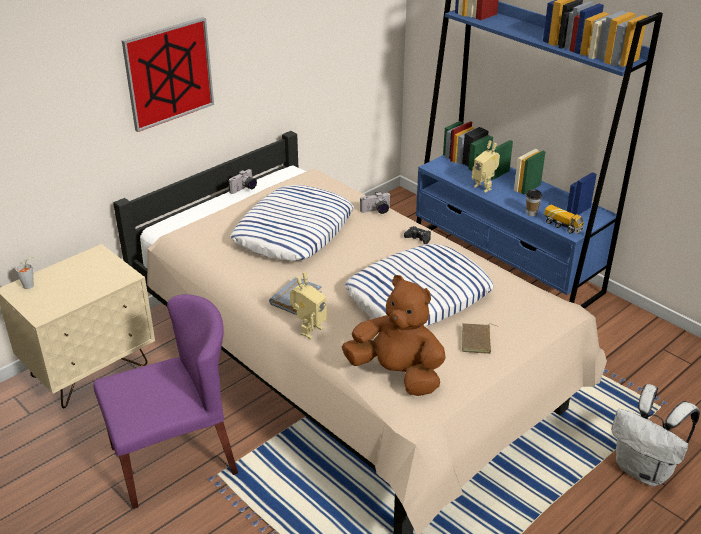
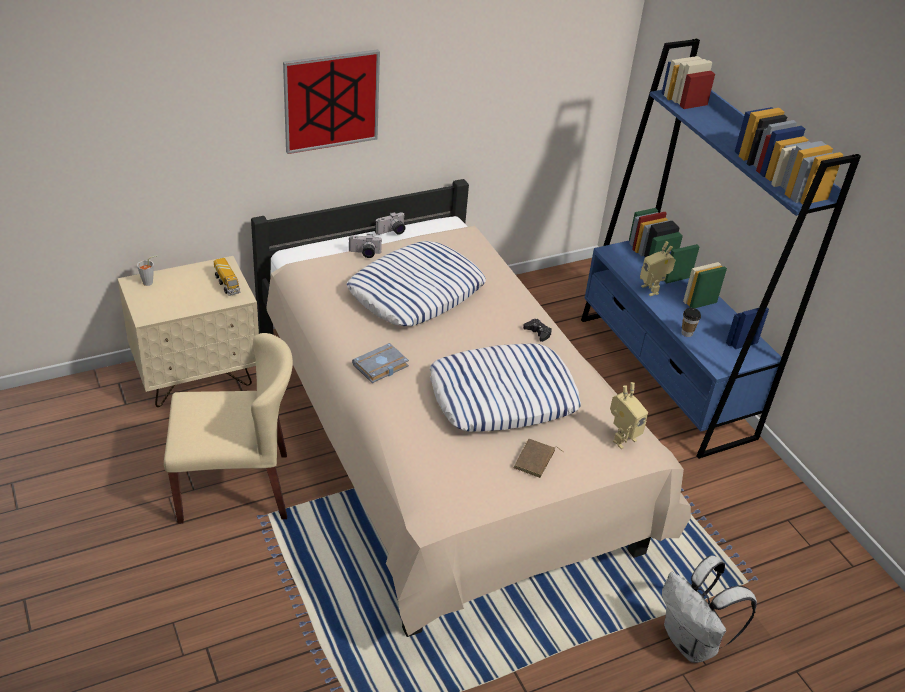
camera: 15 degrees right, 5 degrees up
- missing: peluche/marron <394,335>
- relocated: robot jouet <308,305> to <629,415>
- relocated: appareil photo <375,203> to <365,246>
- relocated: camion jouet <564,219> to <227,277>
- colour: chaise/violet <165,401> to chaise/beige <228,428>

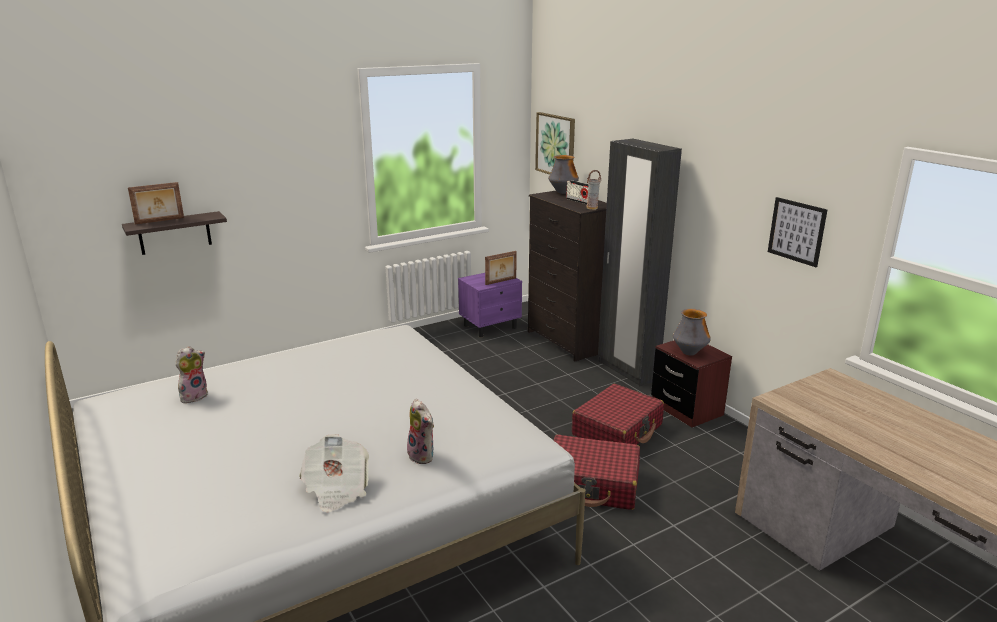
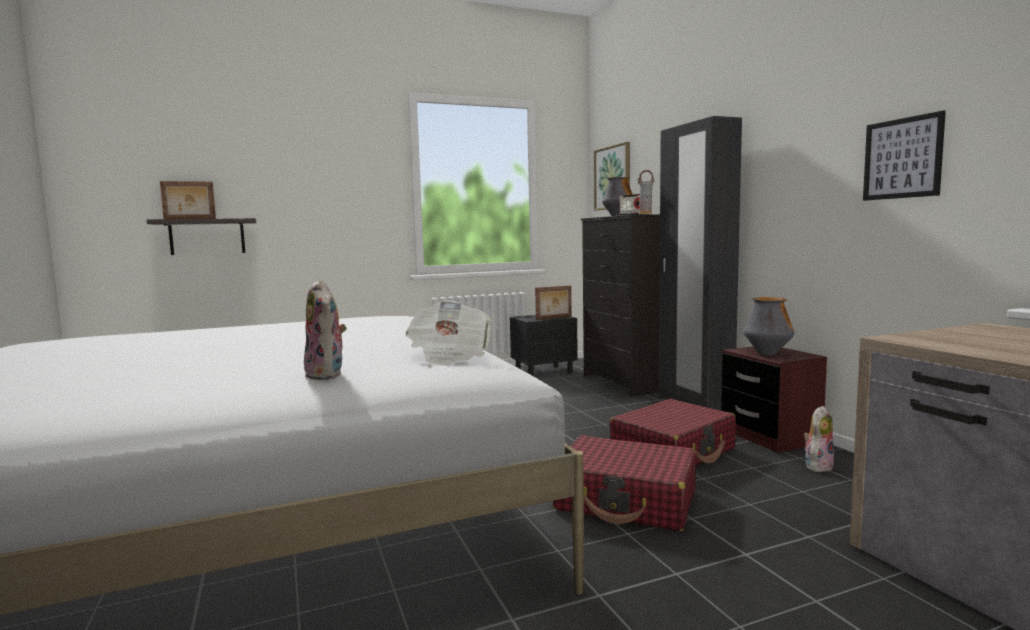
camera: 10 degrees right, 15 degrees down
- relocated: peluche <192,374> to <819,439>
- relocated: journal <334,473> to <449,333>
- colour: table de chevet/violet <490,305> to table de chevet/noir <544,345>

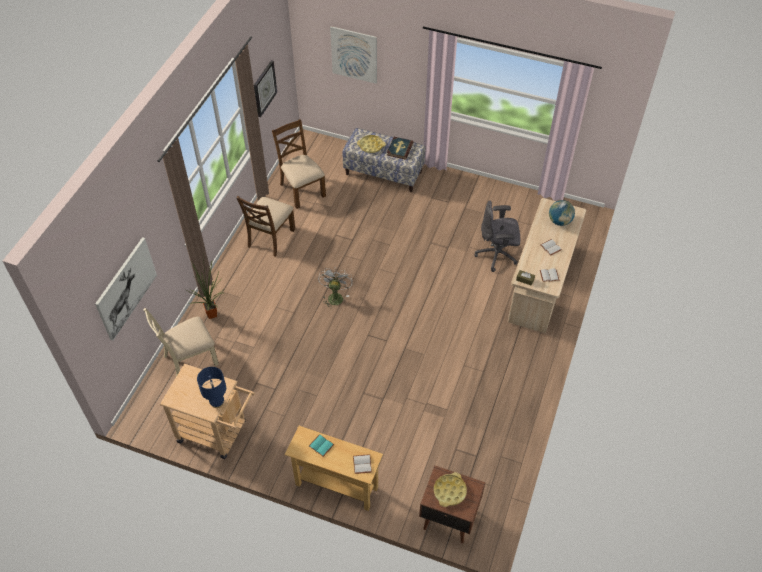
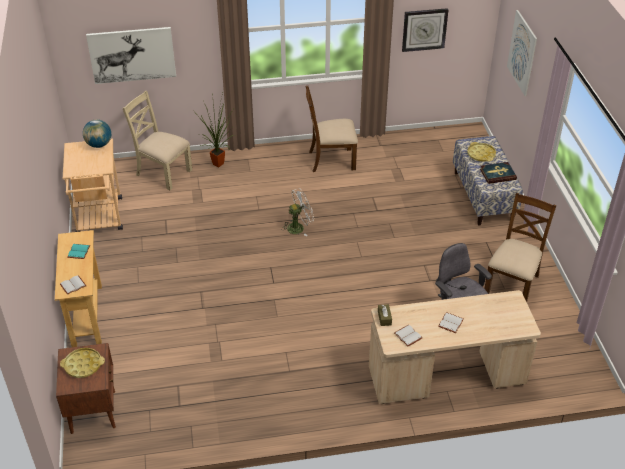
camera: 60 degrees right, 10 degrees down
- missing: lampe de table/bleu <211,387>
- relocated: chaise/marron <299,164> to <520,247>
- relocated: globe <562,213> to <97,134>

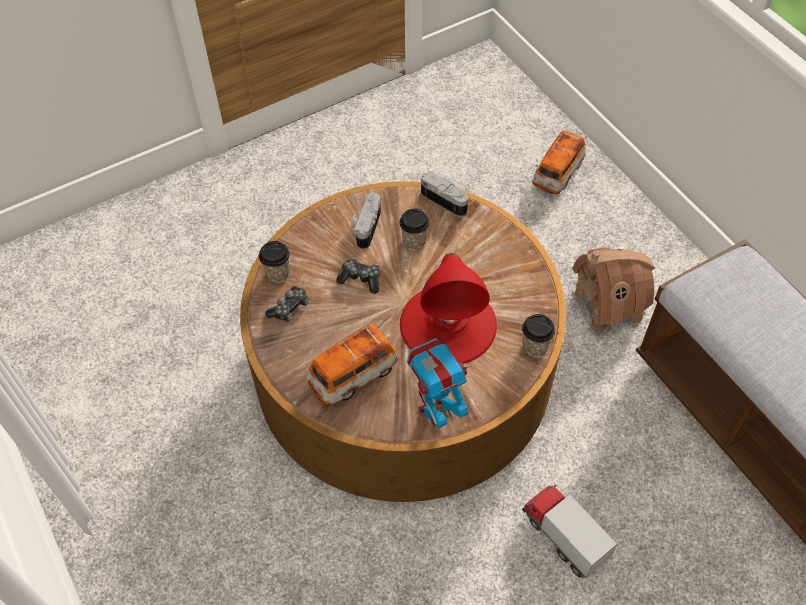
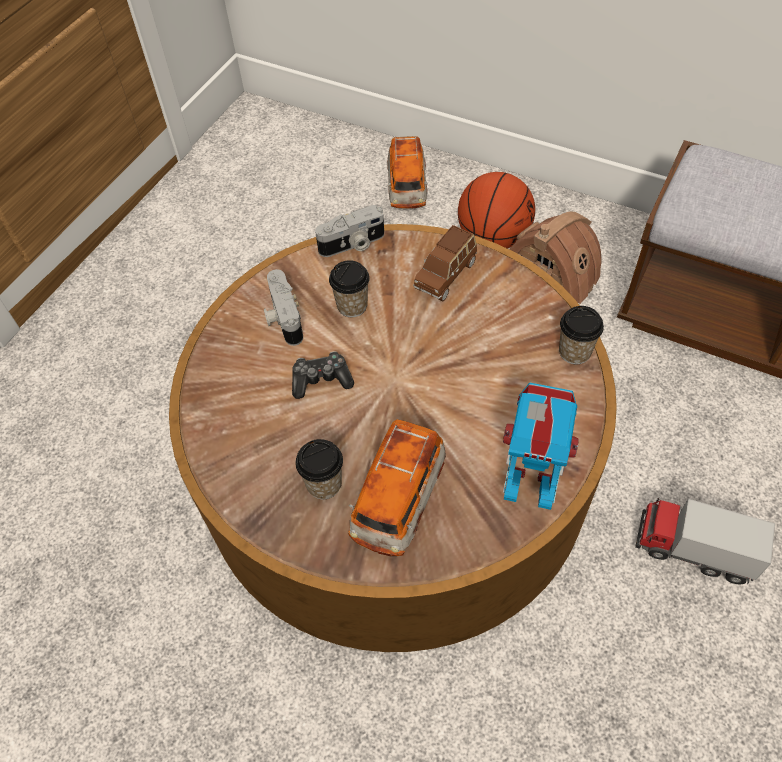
camera: 30 degrees left, 0 degrees up
- missing: manette <286,304>
- missing: lampe de table/rouge <448,308>
- appeared: petite voiture/marron <445,263>
- appeared: ballon de basket <496,210>
- relocated: tasse <274,262> to <319,469>
- spun: robot jouet <439,383> = <541,446> 75 degrees clockwise
- spun: appareil photo <444,194> = <349,231> 150 degrees clockwise

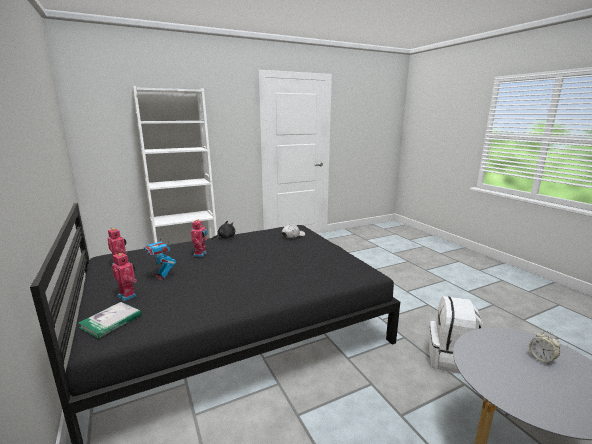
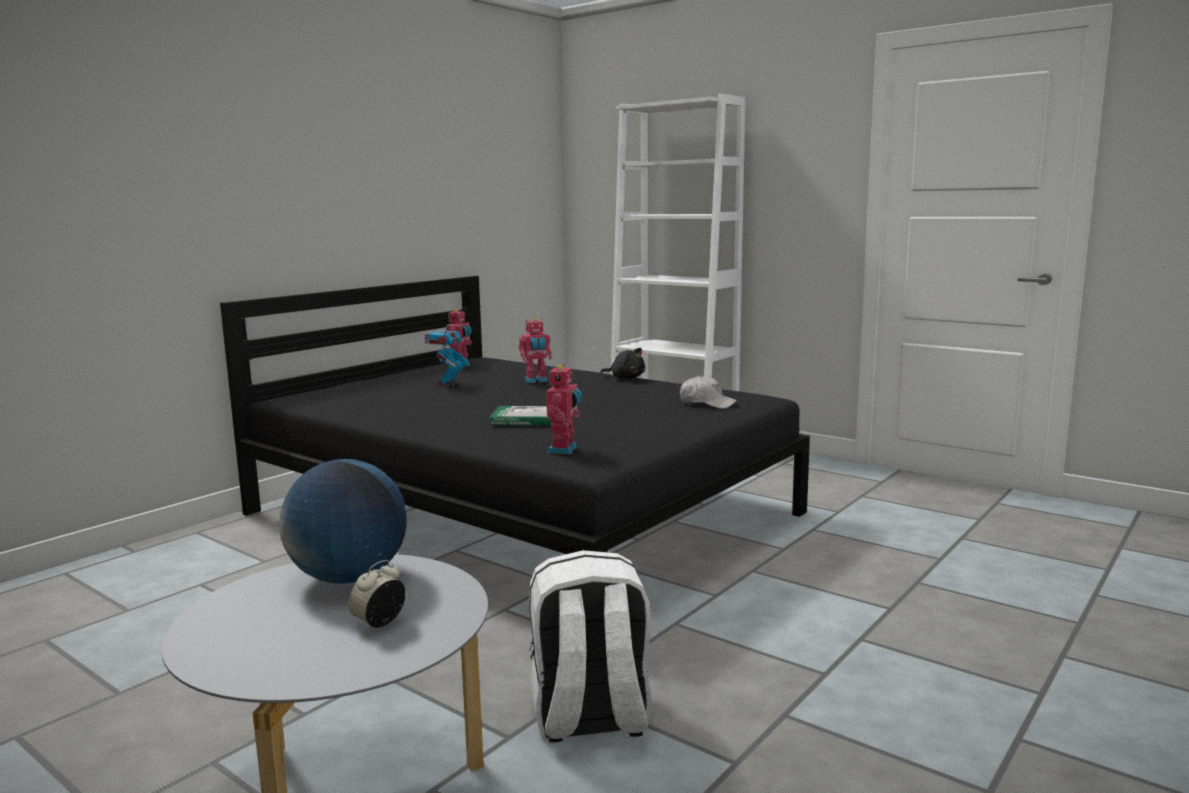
camera: 65 degrees right, 5 degrees down
- appeared: globe <343,521>
- relocated: livre <109,320> to <520,415>
- relocated: robot jouet <124,277> to <564,409>

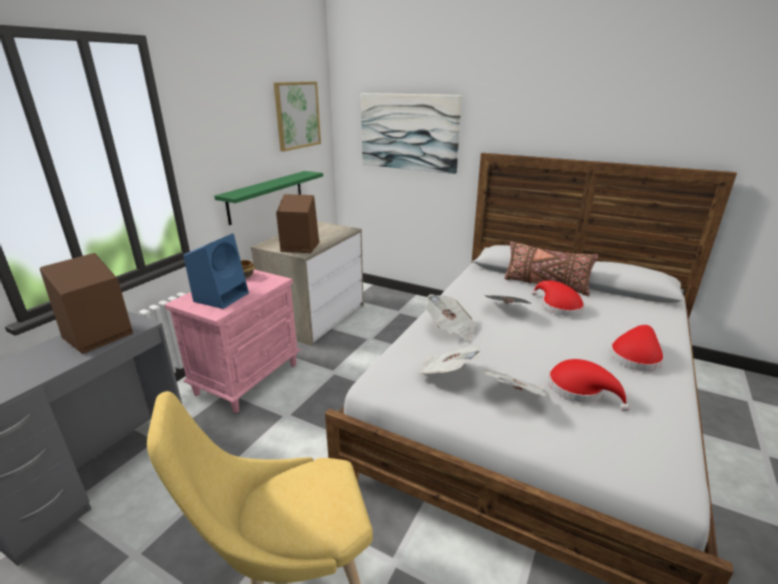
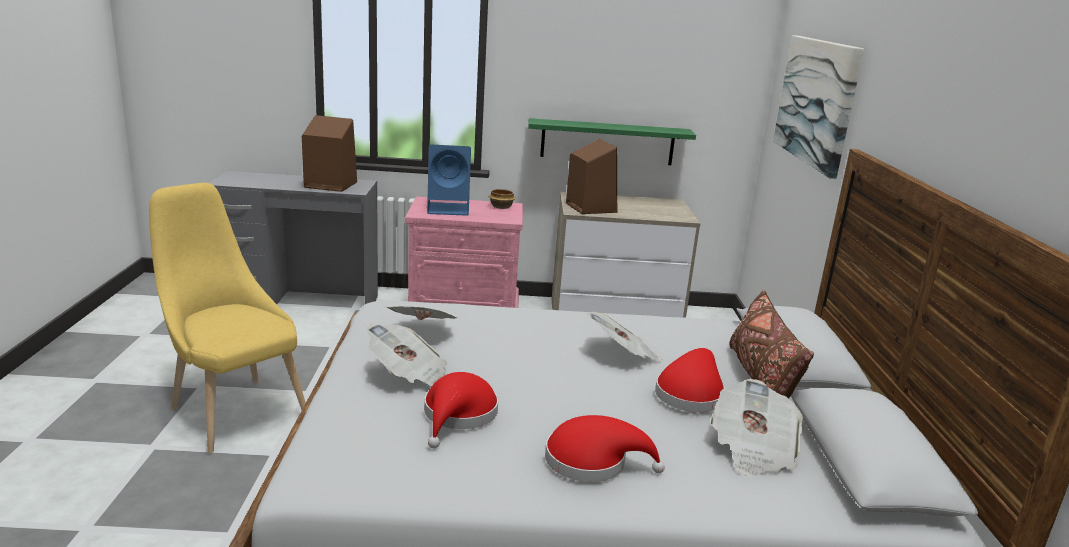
camera: 60 degrees right, 5 degrees down
- missing: tableau <297,116>
- relocated: journal <451,317> to <757,427>

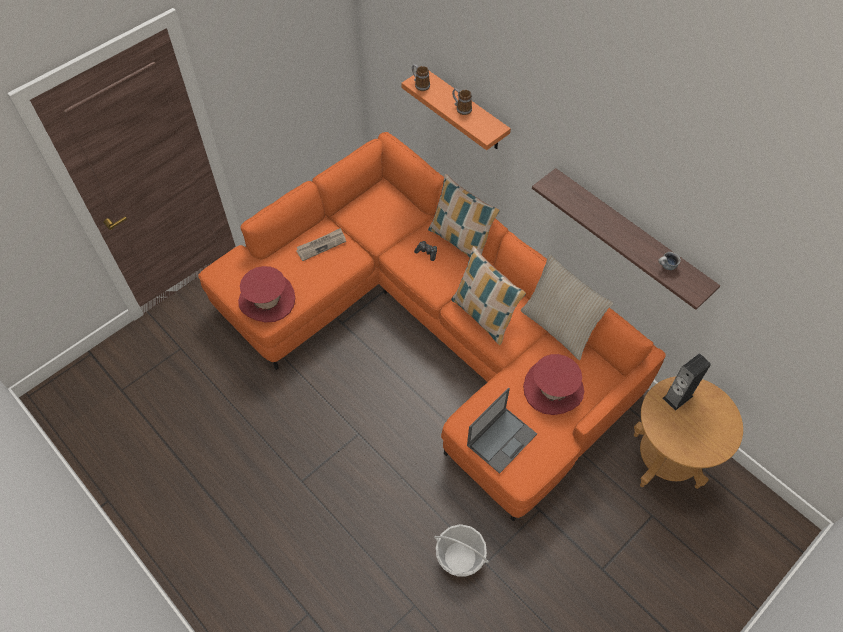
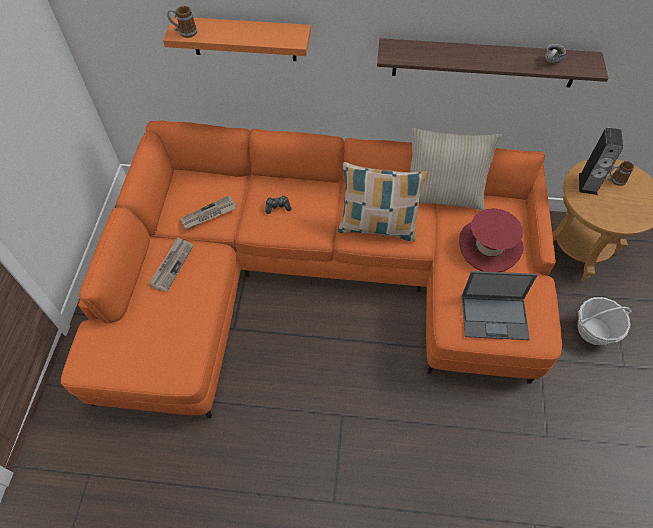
camera: 40 degrees left, 0 degrees up
- missing: chapeau/rouge <266,294>
- missing: coussin <464,216>
- appeared: journal <209,212>
- relocated: panier <461,550> to <605,321>
- relocated: mug <462,101> to <621,173>
- spun: ordinateur portable <502,430> = <499,305> 90 degrees clockwise

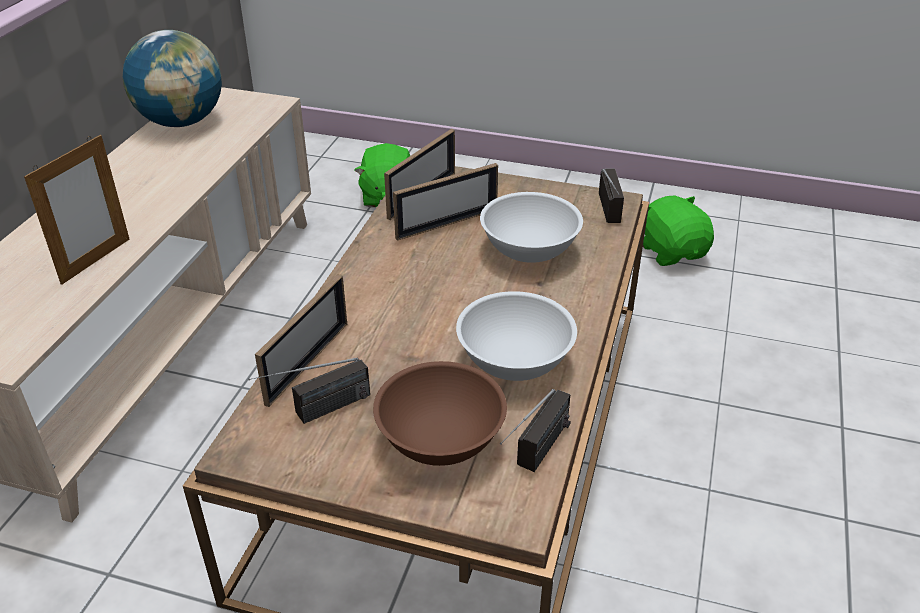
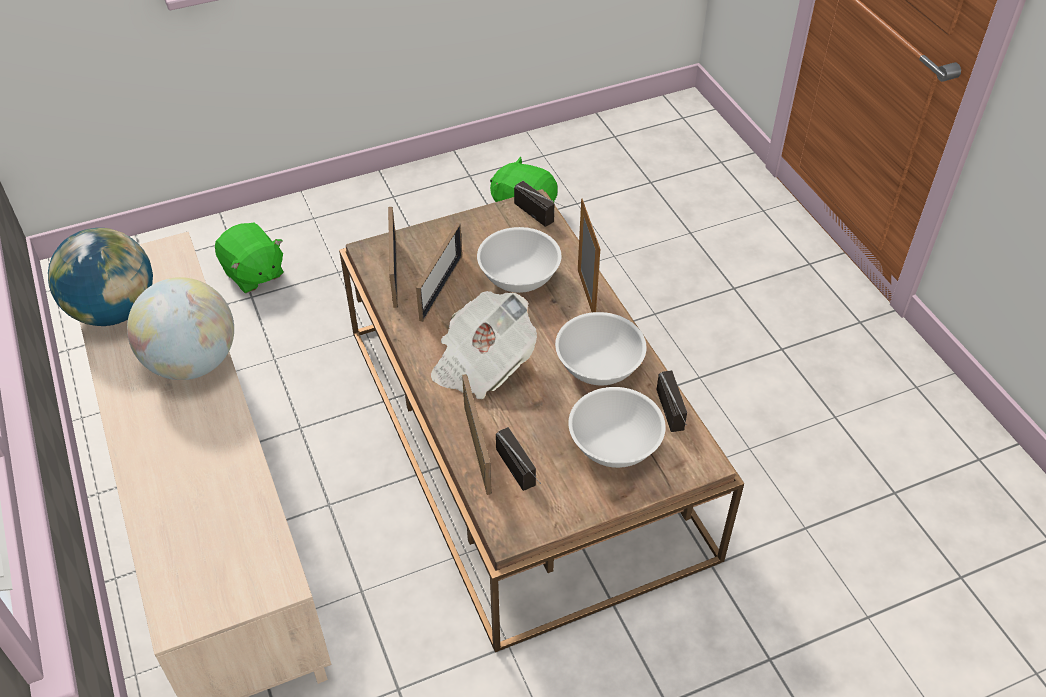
camera: 40 degrees left, 10 degrees up
- appeared: globe <180,328>
- appeared: journal <484,345>
- relocated: cadre photo <76,210> to <589,255>
- colour: bol/marron <440,413> to bol/blanc <617,427>
- spun: radio <309,391> = <518,459> 45 degrees counterclockwise

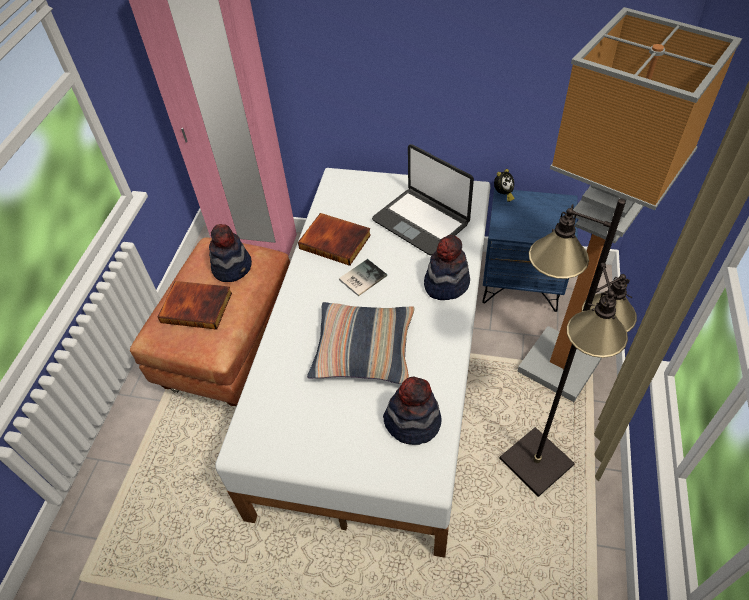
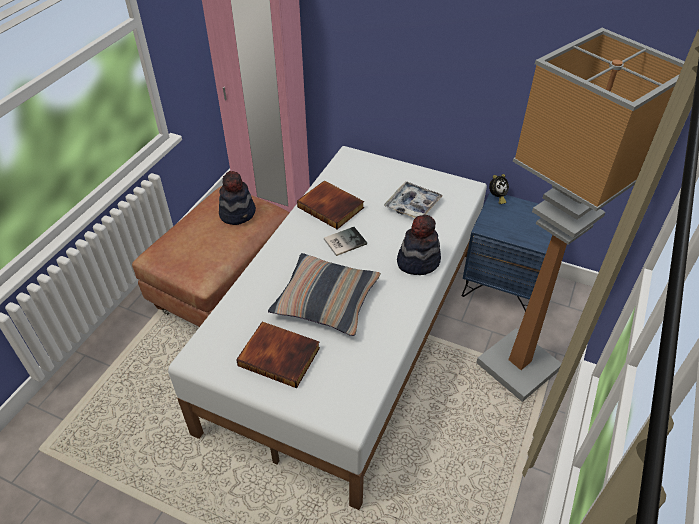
camera: 10 degrees right, 5 degrees down
- missing: chapeau <412,411>
- missing: lampadaire/noir <568,348>
- relocated: livre <195,305> to <278,354>
- exchanged: ordinateur portable <423,199> to plateau <413,199>

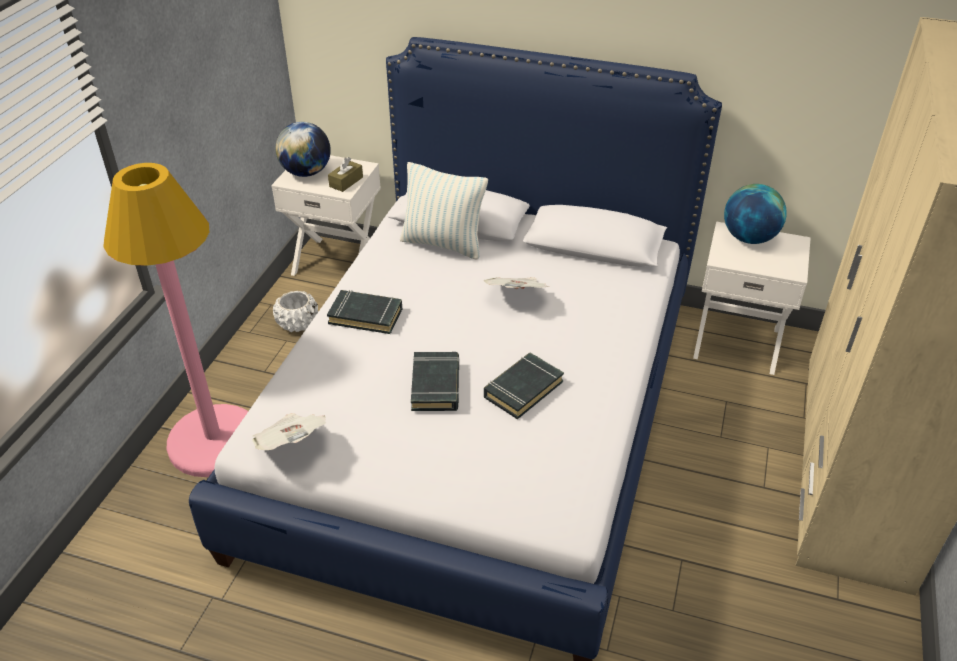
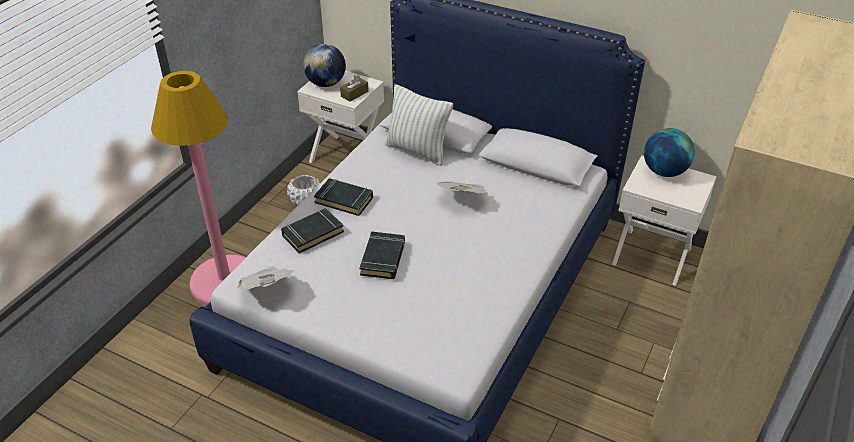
camera: 10 degrees right, 0 degrees up
- relocated: livre/noir <524,386> to <312,230>

